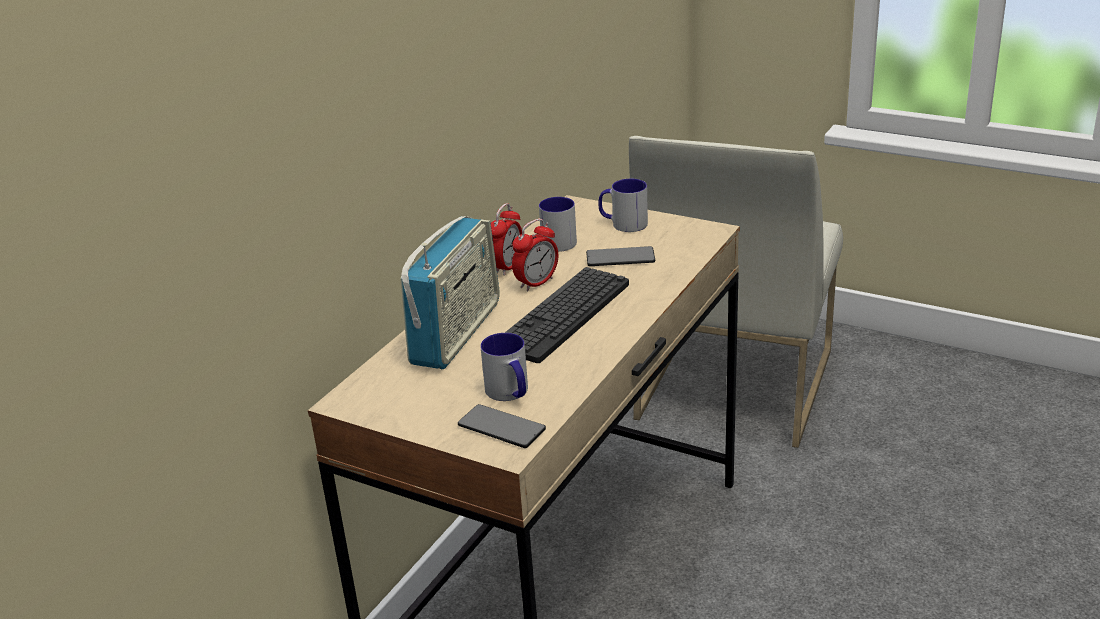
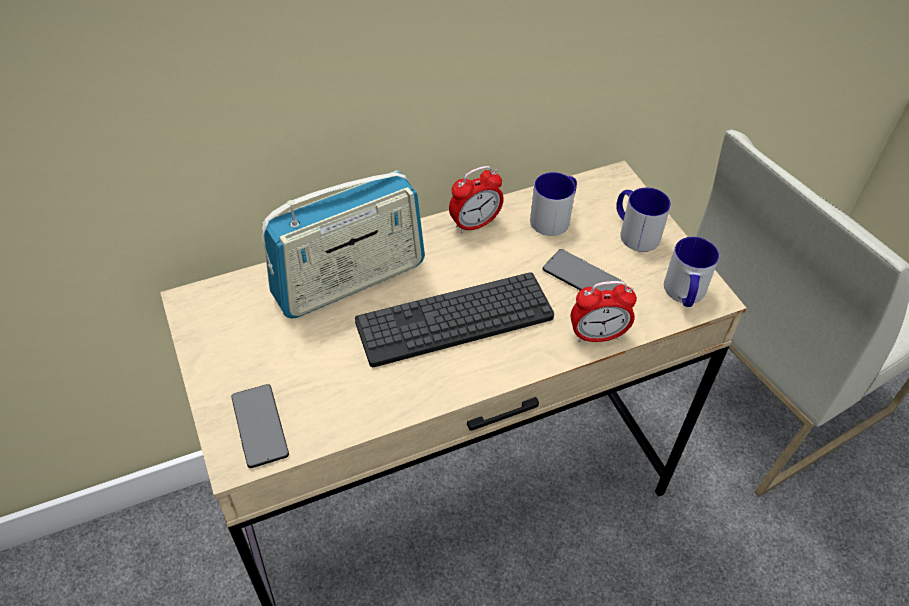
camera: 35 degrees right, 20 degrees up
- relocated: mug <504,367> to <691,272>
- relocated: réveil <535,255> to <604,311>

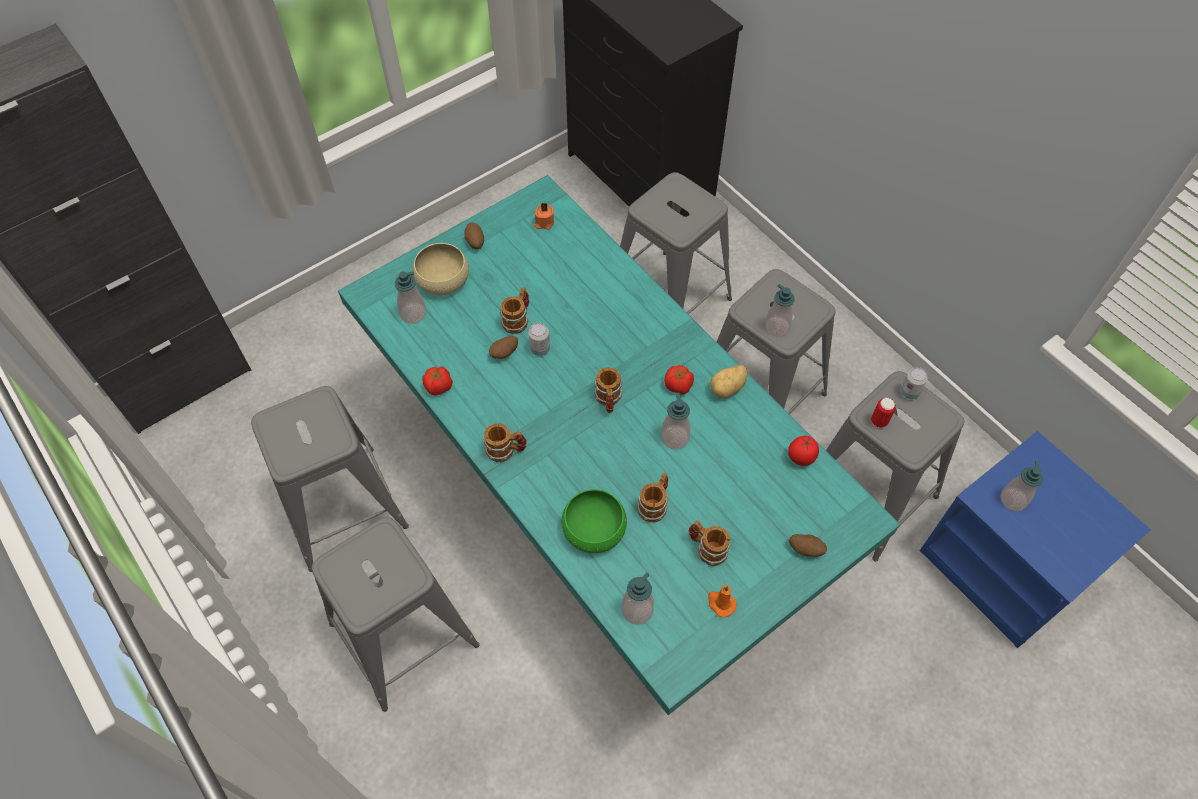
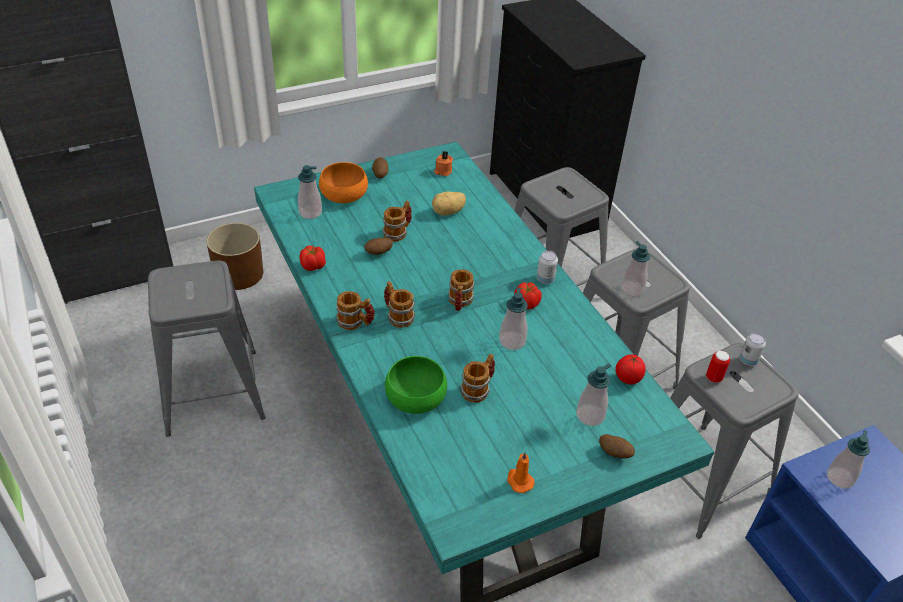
camera: 10 degrees right, 15 degrees down
- missing: tabouret/gris <395,614>
- appeared: cache-pot/marron <234,256>
- relocated: boîte métallique <539,339> to <547,267>
- relocated: distributeur de savon <638,598> to <593,394>
- relocated: mug <709,543> to <399,304>
- relocated: pomme de terre <729,382> to <449,203>
- colour: bol/beige <441,269> to bol/orange <343,182>

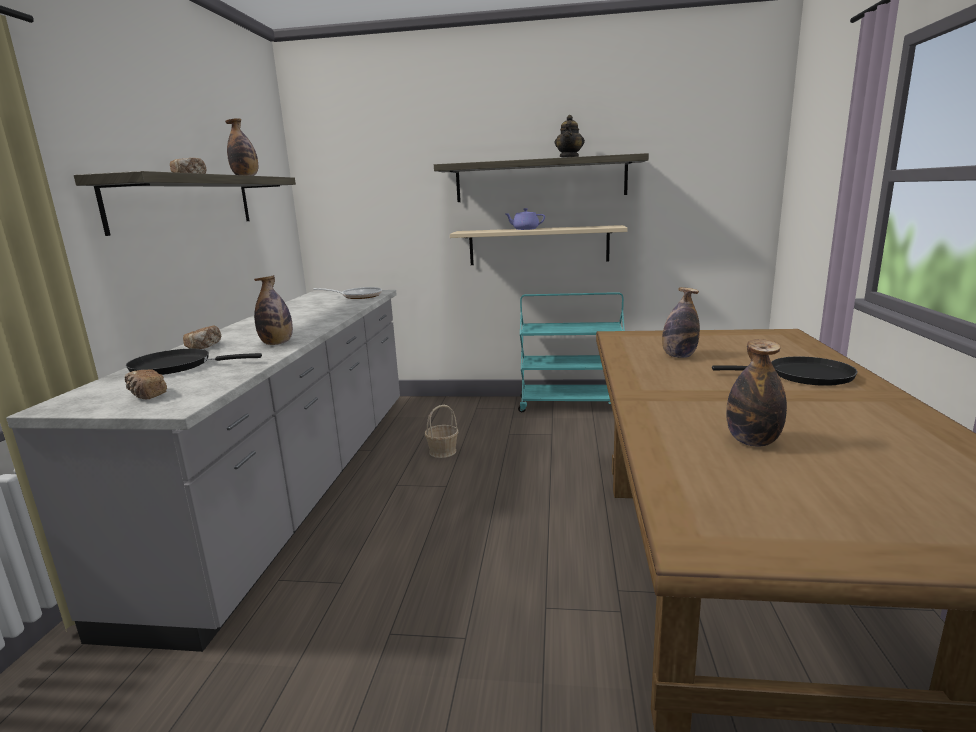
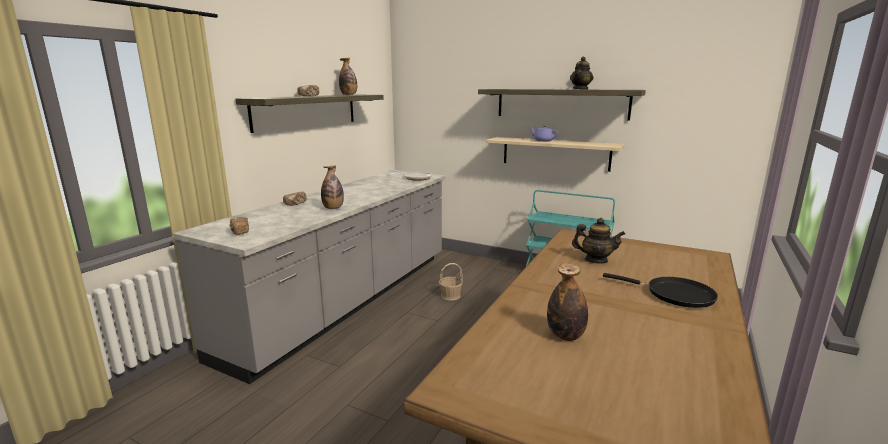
camera: 20 degrees right, 0 degrees up
- missing: poêle/noir <194,362>
- exchanged: bouteille <681,322> to théière <598,241>

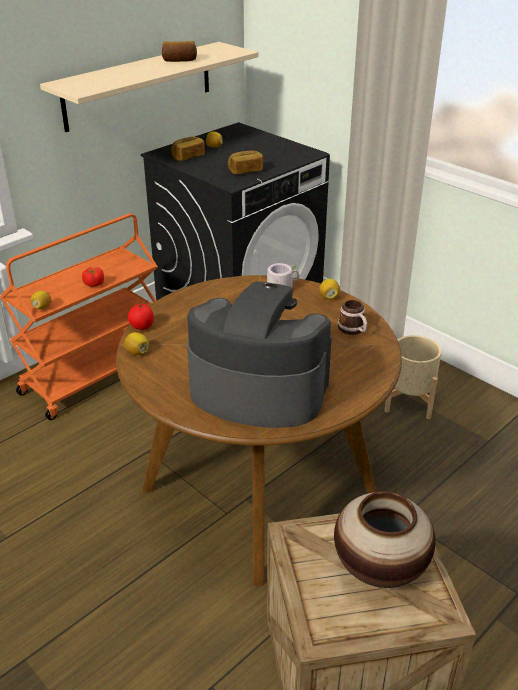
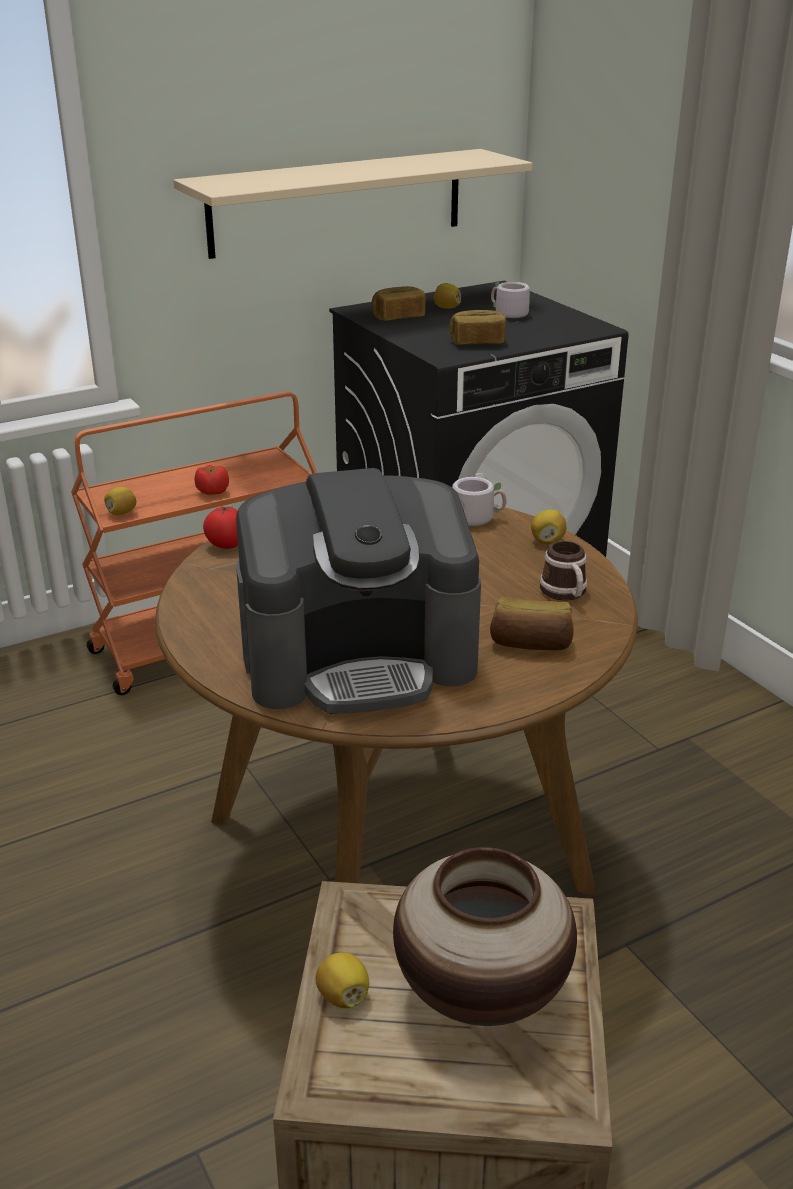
camera: 15 degrees right, 5 degrees down
- missing: cache-pot/beige <412,377>
- appeared: mug/gris <510,302>
- relocated: citron <136,343> to <342,980>
- relocated: pain <179,51> to <532,623>
- spun: machine à café <259,354> = <358,591> 135 degrees clockwise

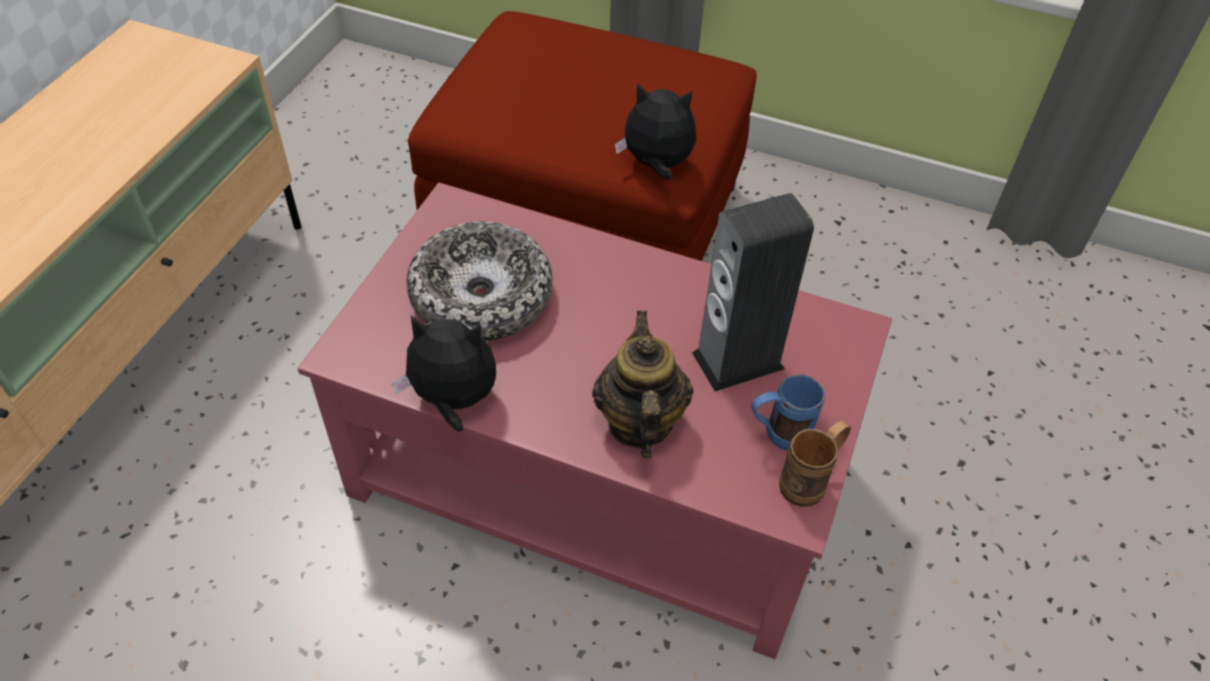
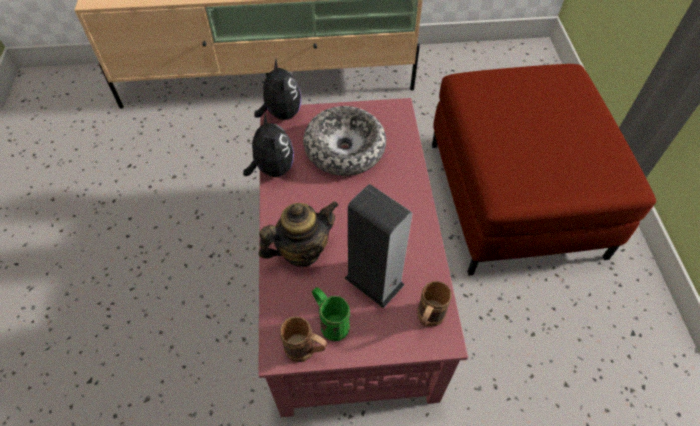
camera: 65 degrees right, 5 degrees up
- appeared: mug/marron <434,303>
- relocated: peluche <655,131> to <278,89>
- colour: mug/bleu <788,413> to mug/vert <331,314>

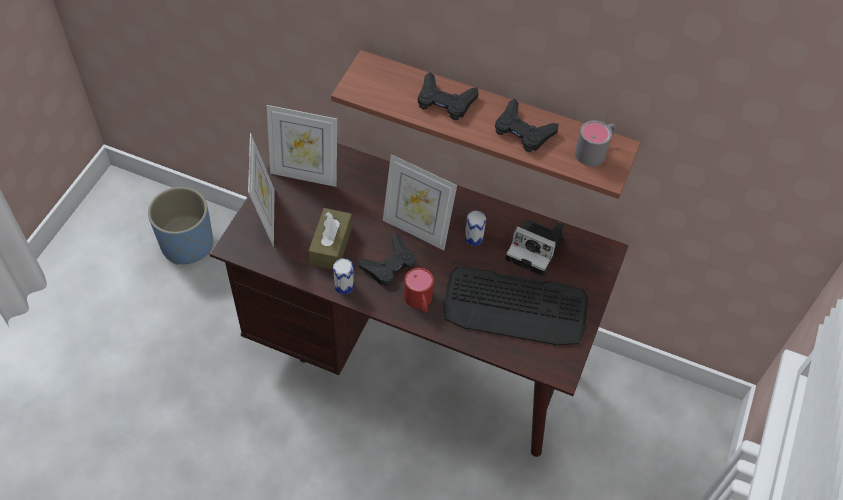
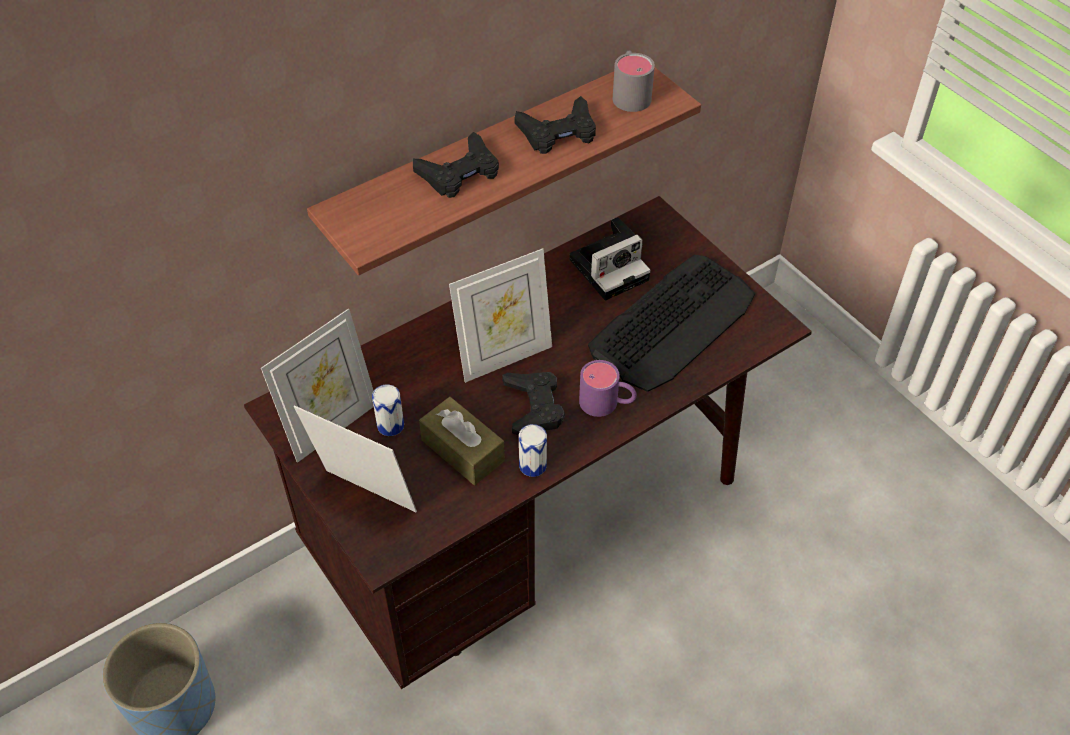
camera: 55 degrees left, 5 degrees down
- relocated: boîte métallique <475,228> to <388,410>
- colour: mug/rouge <419,290> to mug/violet <608,388>

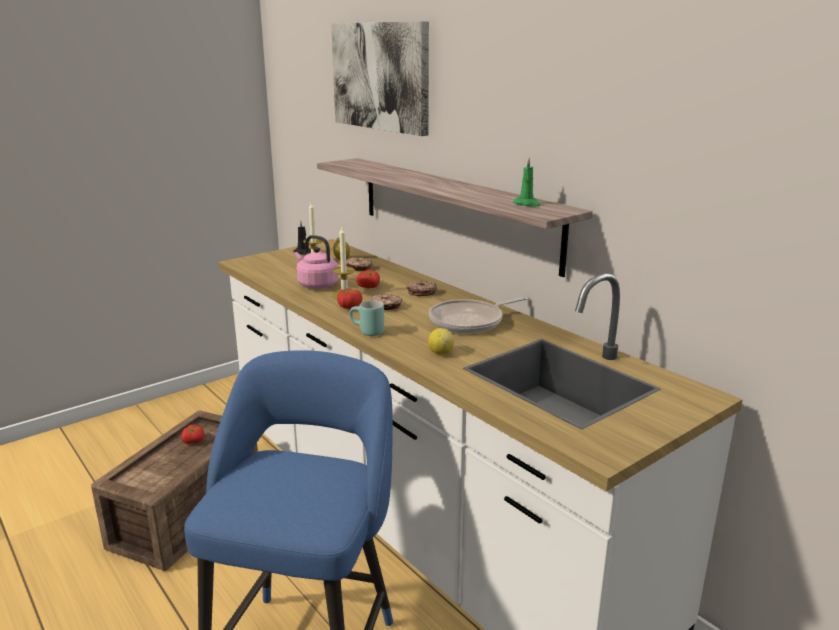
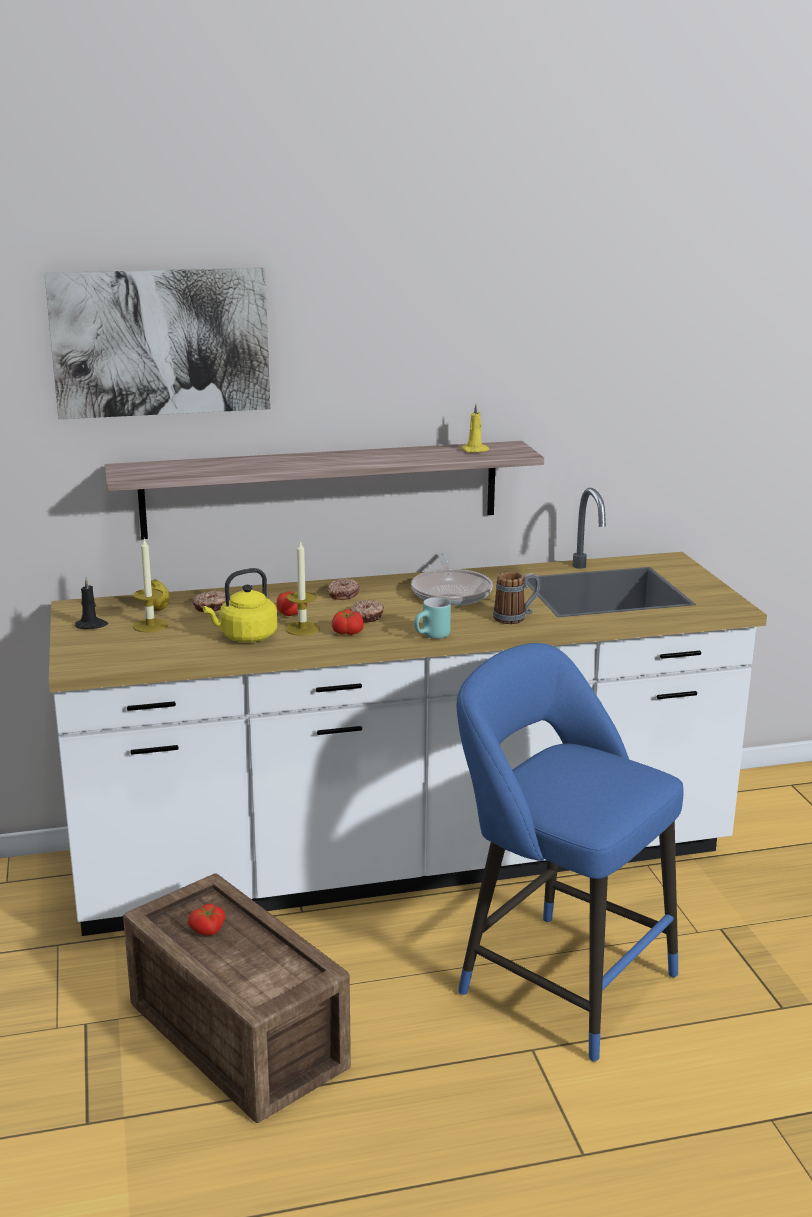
camera: 65 degrees left, 0 degrees up
- exchanged: citron <441,341> to mug <516,598>
- colour: bouilloire/rose <316,262> to bouilloire/jaune <240,605>
- colour: bougie/vert <527,182> to bougie/jaune <475,428>

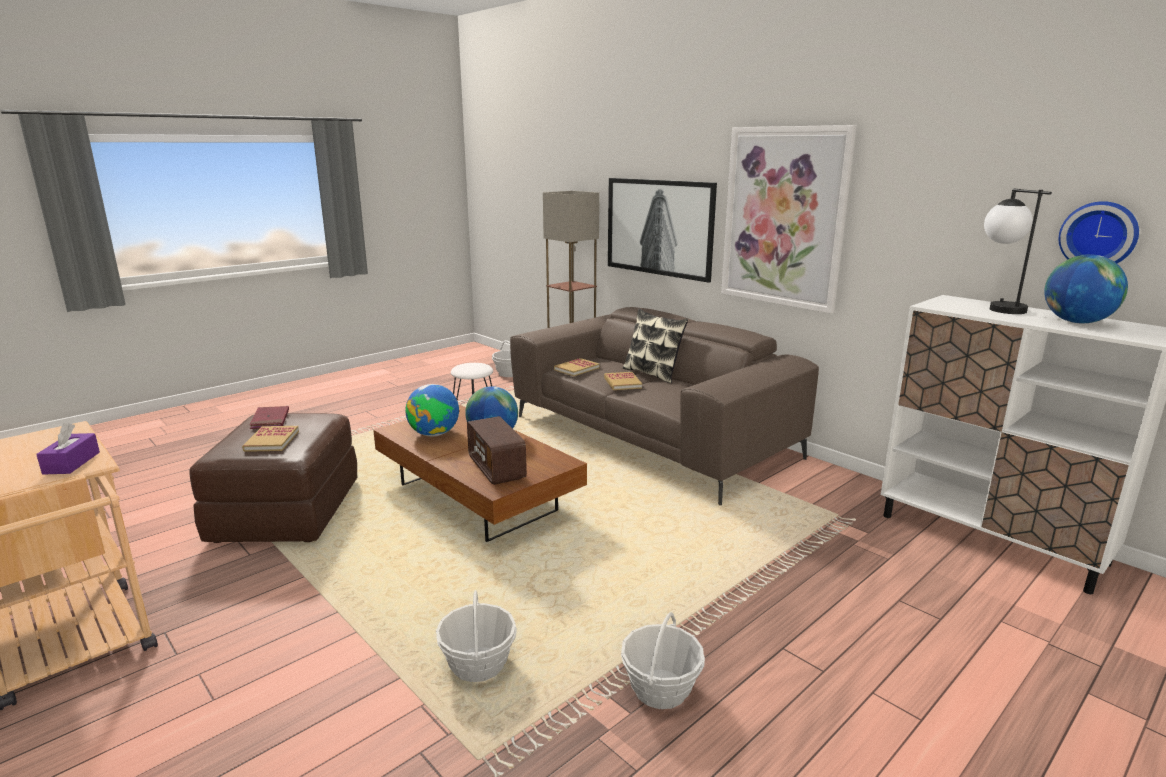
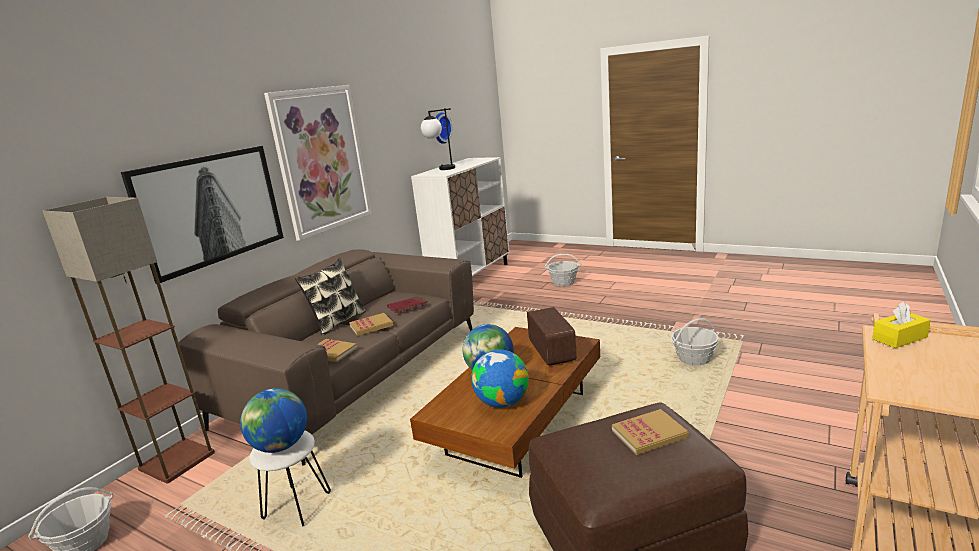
camera: 105 degrees left, 0 degrees up
- relocated: livre/rouge <269,417> to <407,304>
- relocated: panier <663,660> to <563,270>
- relocated: globe <1086,288> to <273,420>
- colour: boîte à mouchoirs/violet <68,449> to boîte à mouchoirs/jaune <901,325>
- spun: radio <497,450> = <552,336> 60 degrees counterclockwise

